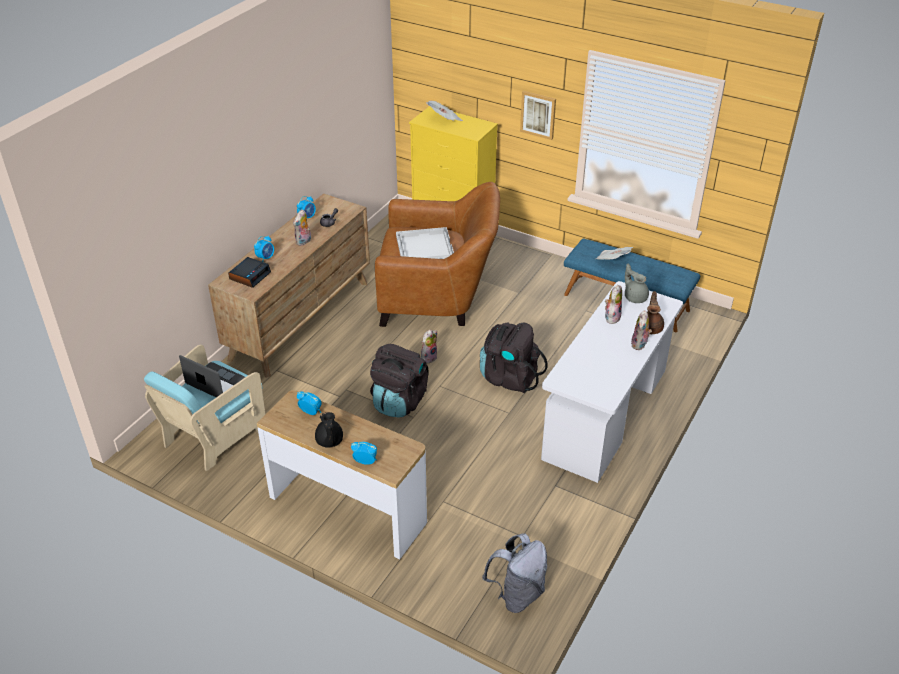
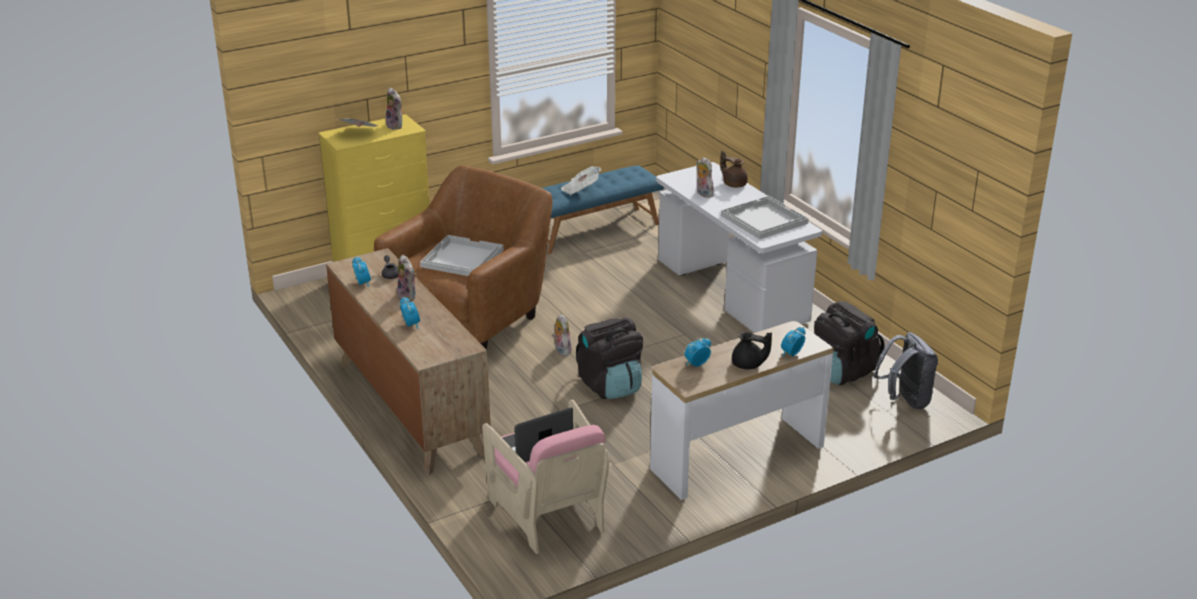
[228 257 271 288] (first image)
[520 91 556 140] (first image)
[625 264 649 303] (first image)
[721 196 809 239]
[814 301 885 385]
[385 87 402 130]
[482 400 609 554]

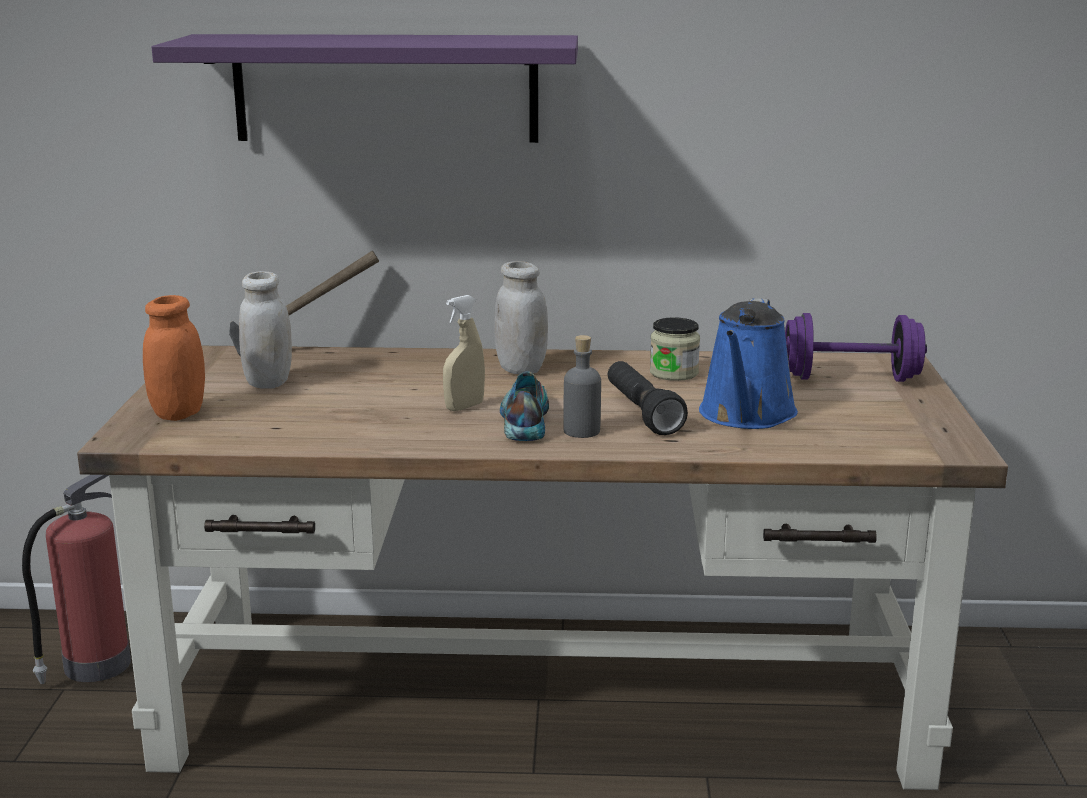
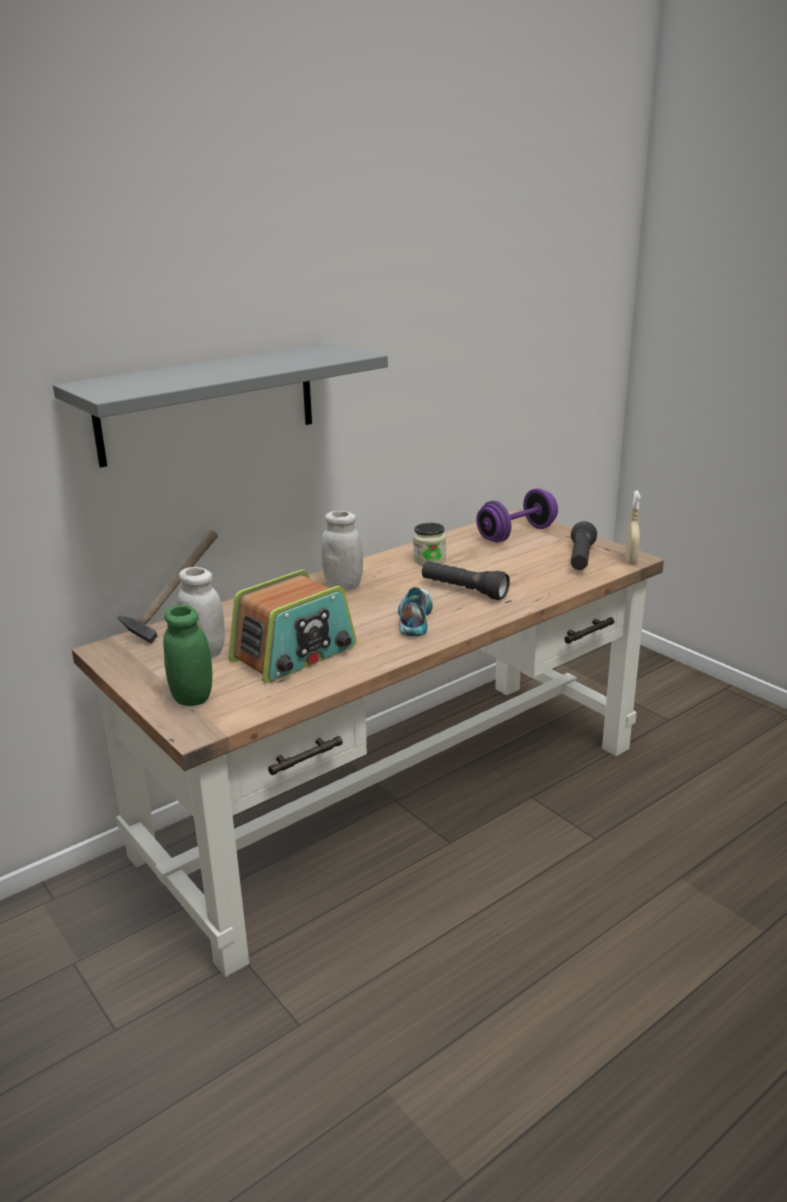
[22 475 131 684] (first image)
[563 335 601 438] (first image)
[699 298 798 429] (first image)
[228 569 357 684]
[571 521 597 570]
[625 490 641 565]
[163 605 212 706]
[53 343 388 468]
[398 587 432 636]

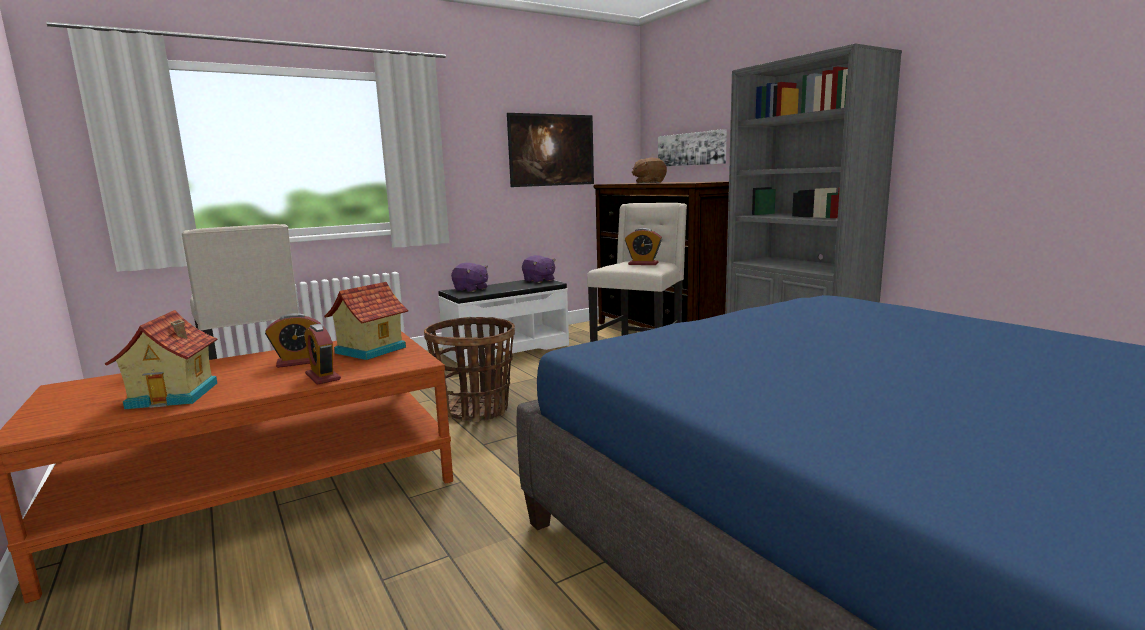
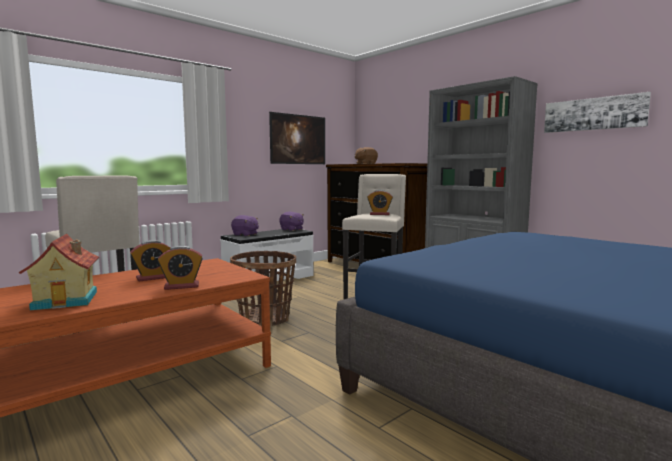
[324 282 408 360] (first image)
[544 92 651 133]
[158 246 203 290]

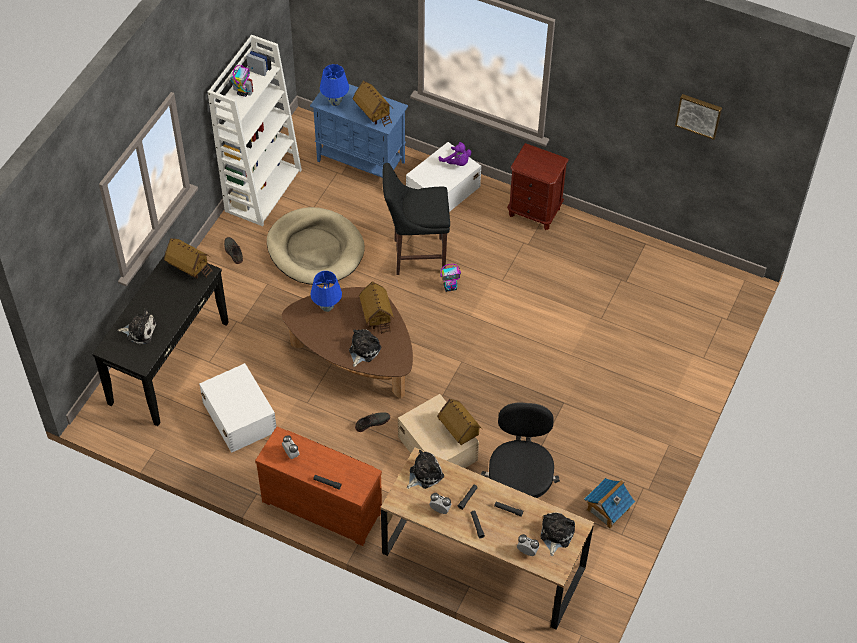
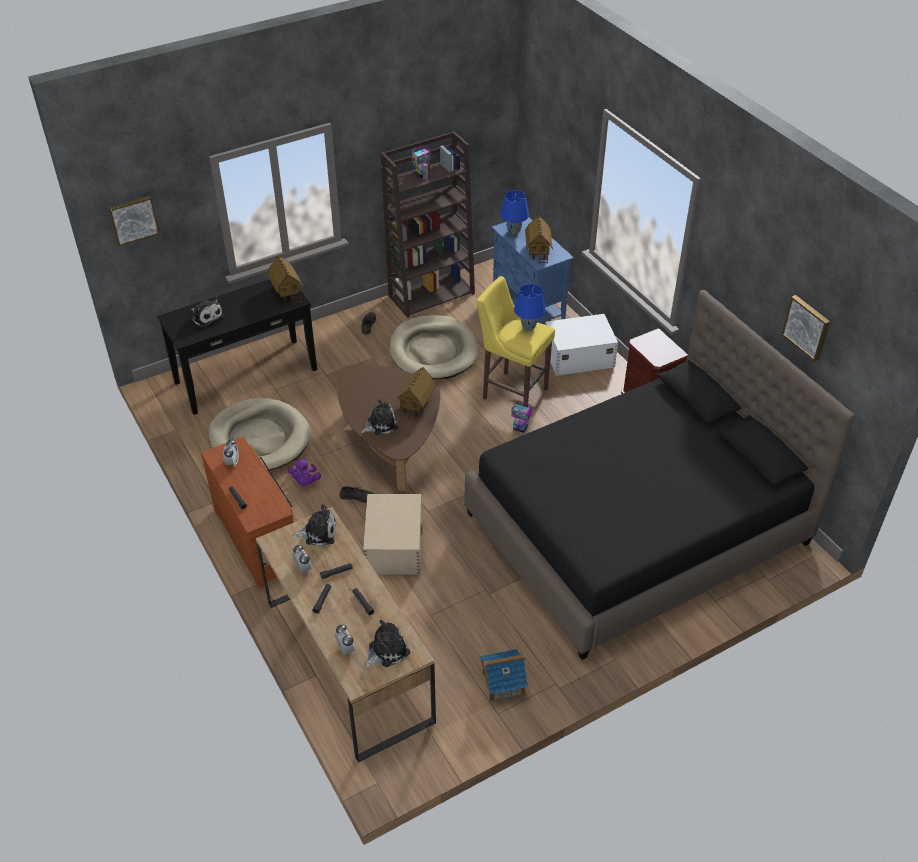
[437 399 483 445] (first image)
[481 403 560 498] (first image)
[108 196 160 246]
[464 290 855 660]
[514 284 546 331]
[288 459 321 486]
[208 398 311 471]
[381 131 475 318]
[476 276 555 407]

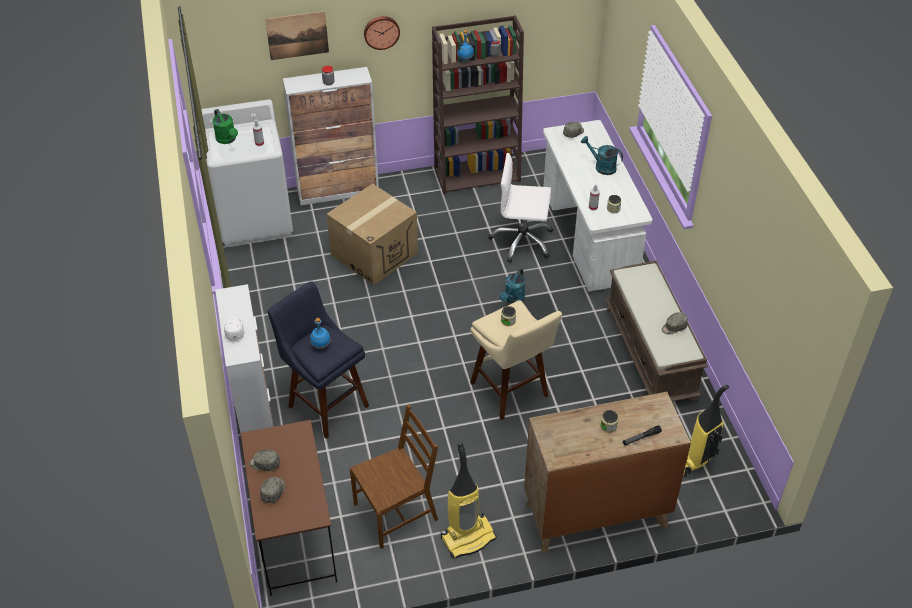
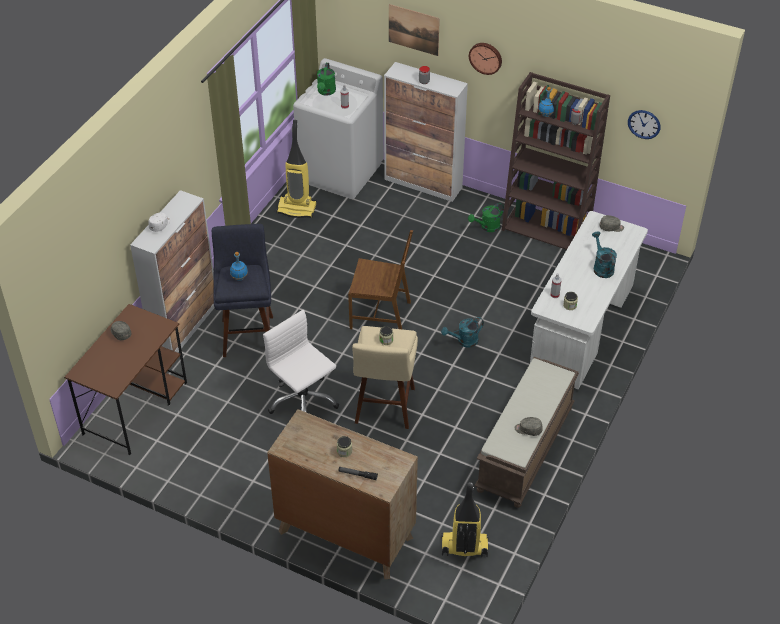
[260 477 285 503] (first image)
[327 184 418 285] (first image)
[468 203 504 232]
[628 110 661 139]
[348 230 413 329]
[276 120 317 218]
[263 310 339 414]

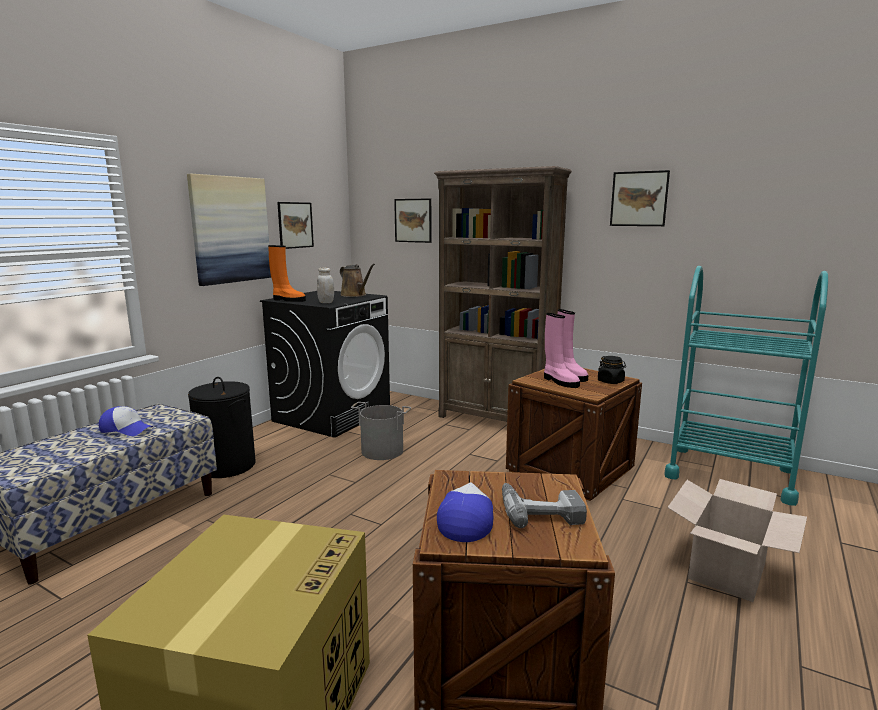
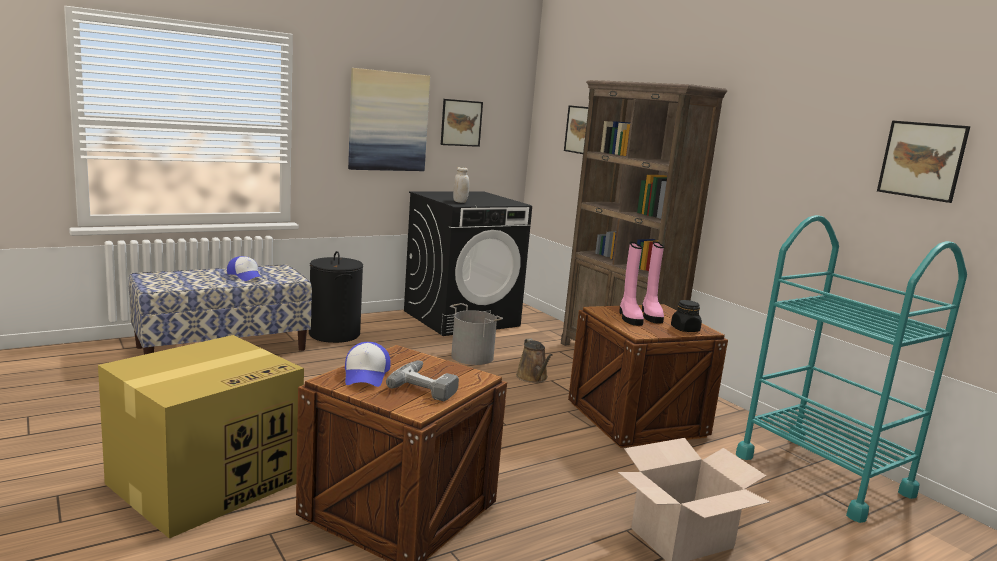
[268 245 306 302] (first image)
[516 339 553 383]
[877 120 970 203]
[345 342 391 387]

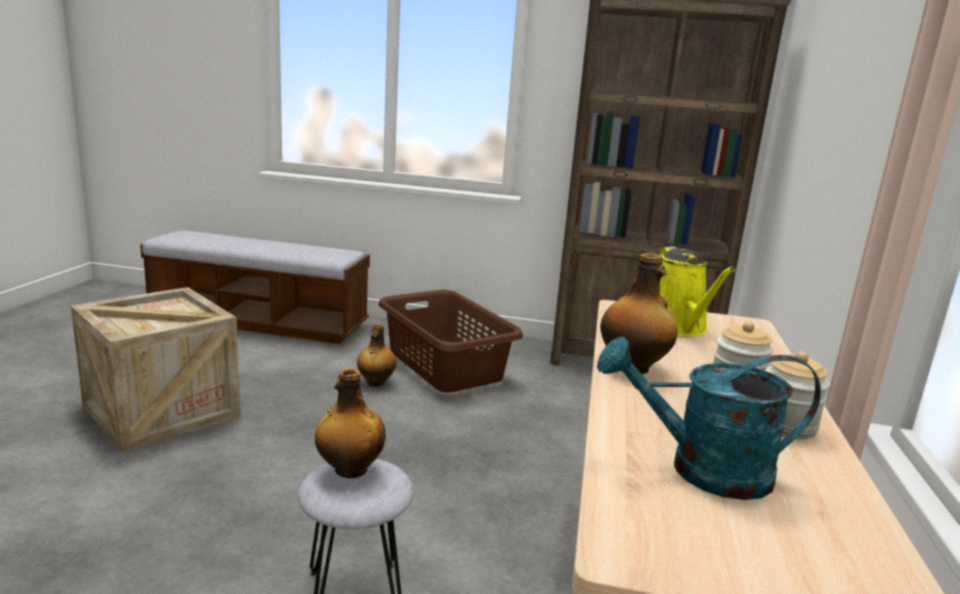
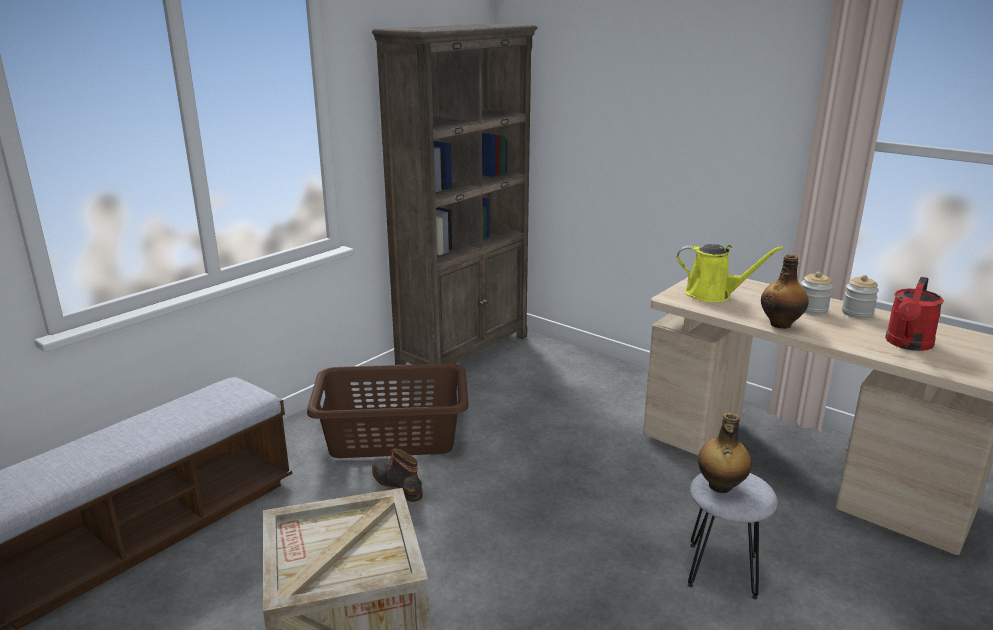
[372 448 423 502]
[885 277 944 351]

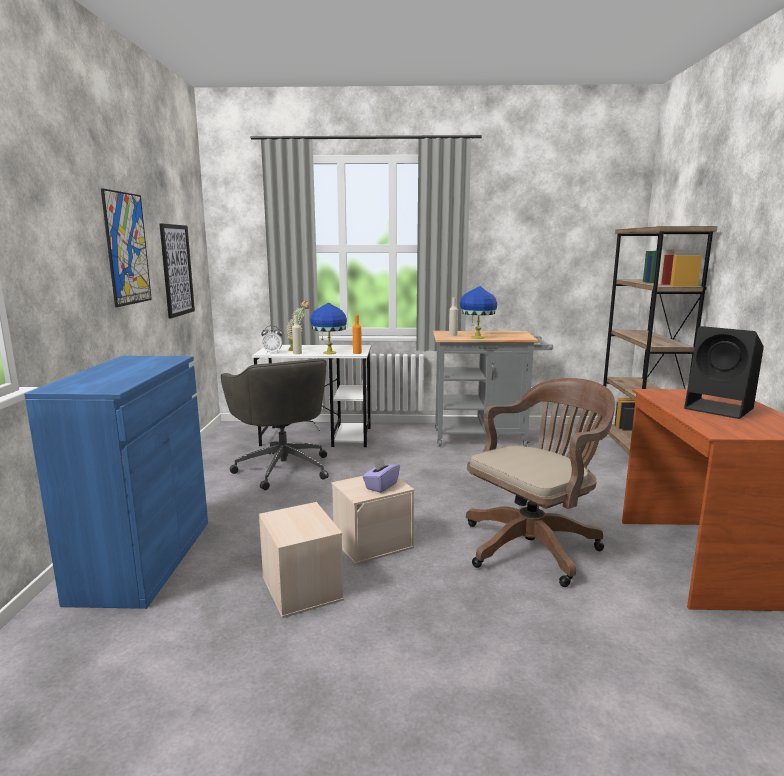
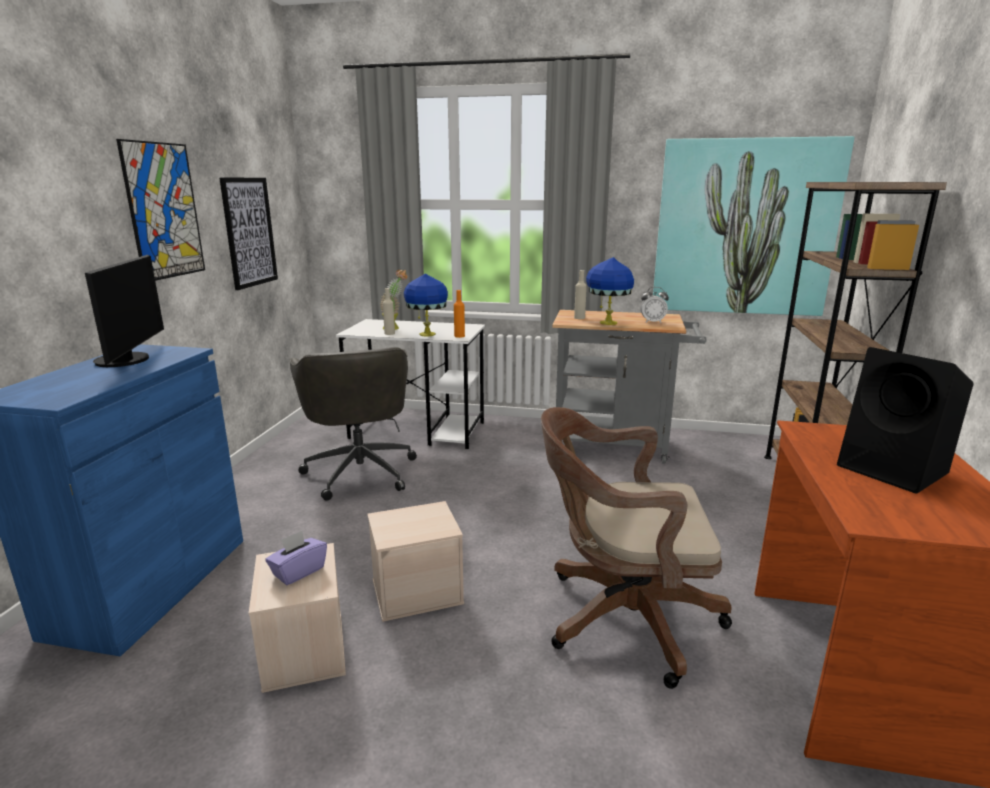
[85 255 164 367]
[653 136 855 316]
[640 287 669 323]
[265 531 327 585]
[541 407 732 689]

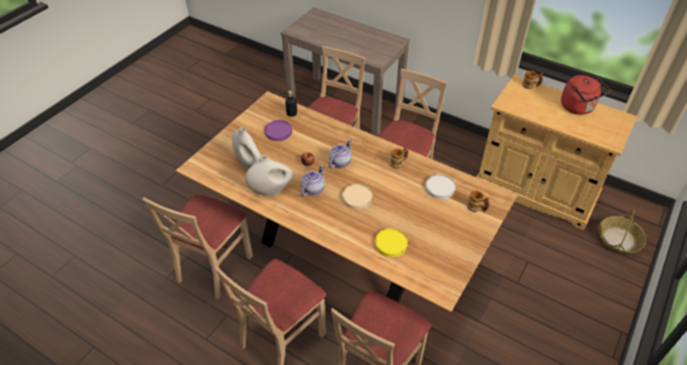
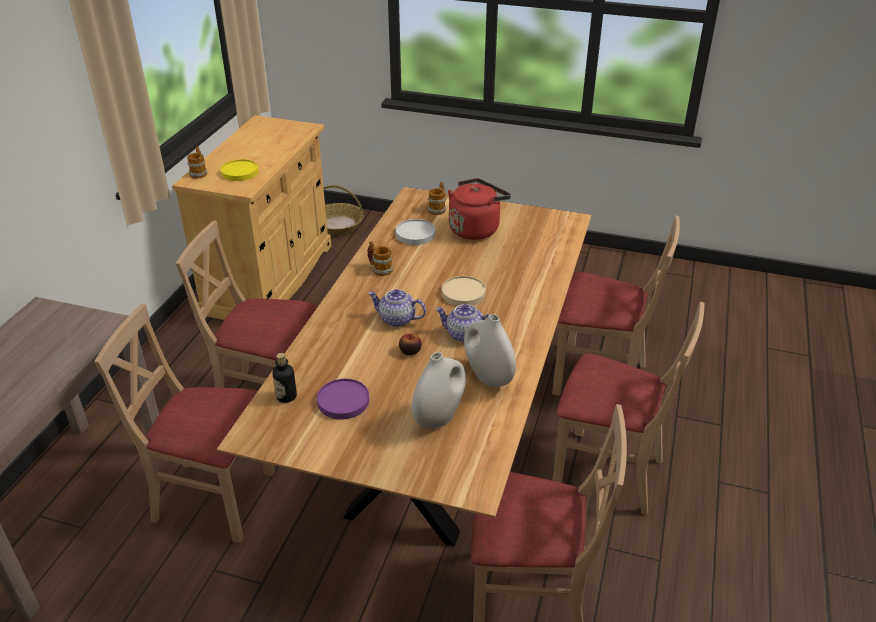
[221 159 258 181]
[448 178 511 240]

